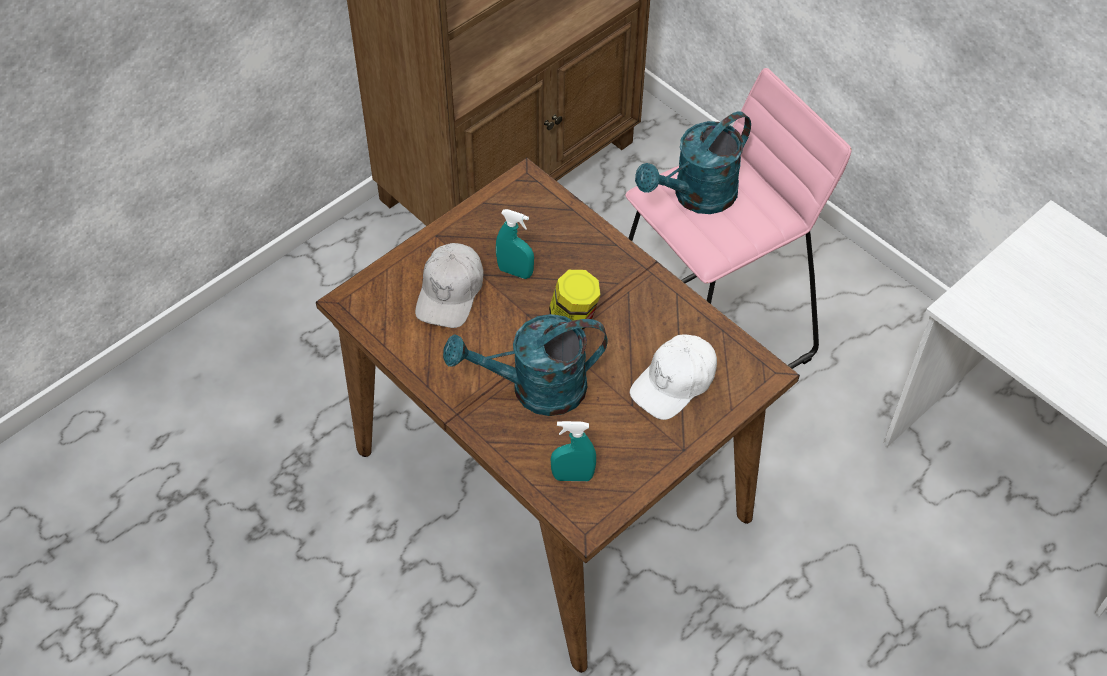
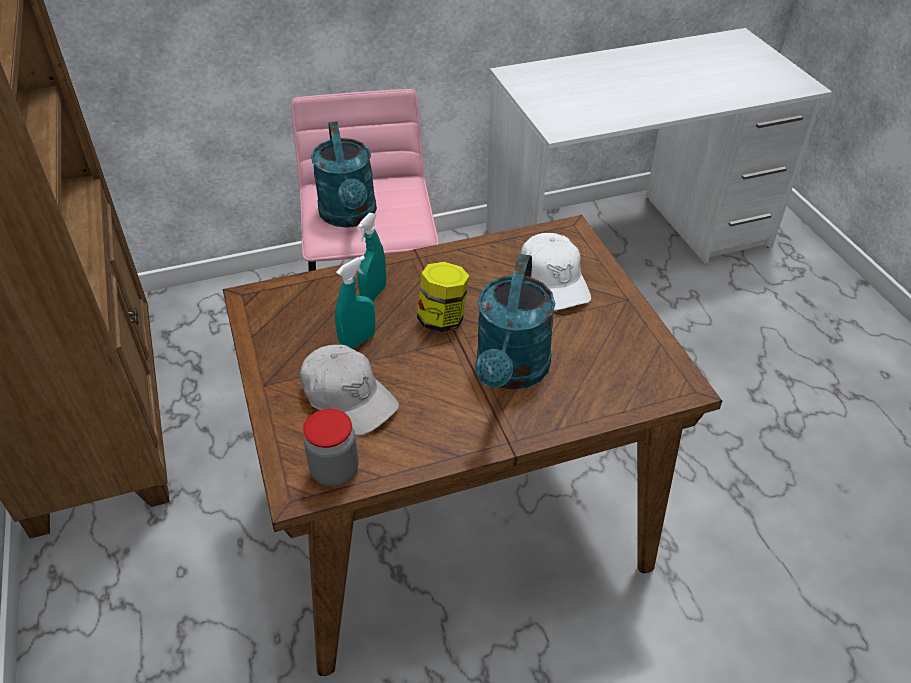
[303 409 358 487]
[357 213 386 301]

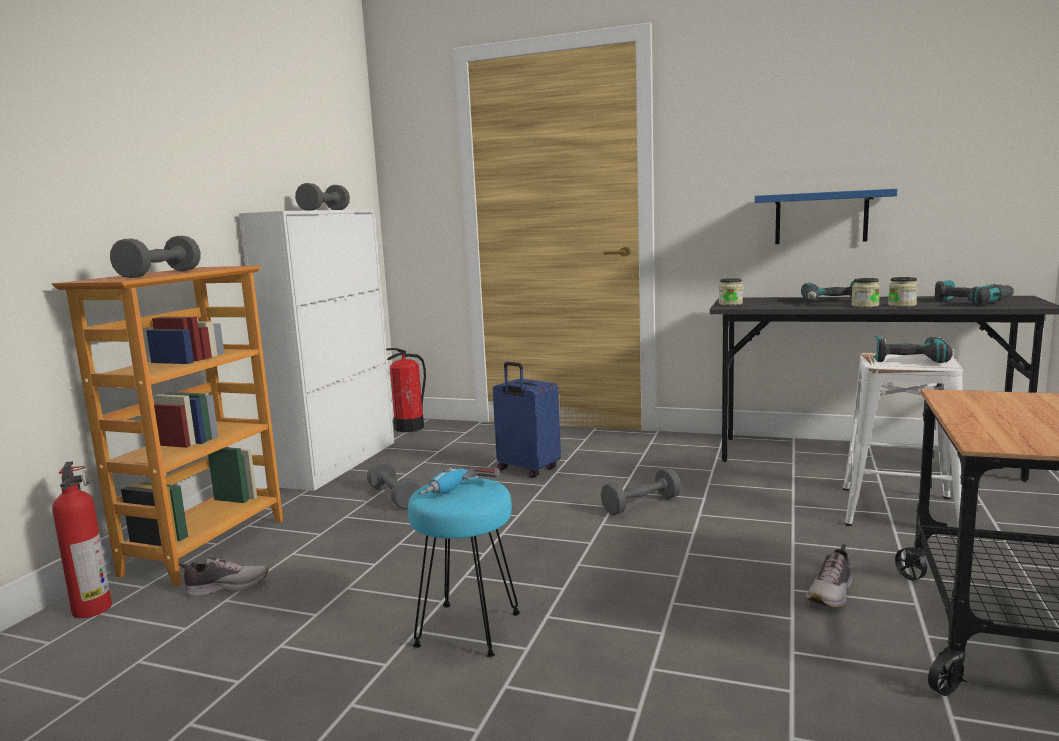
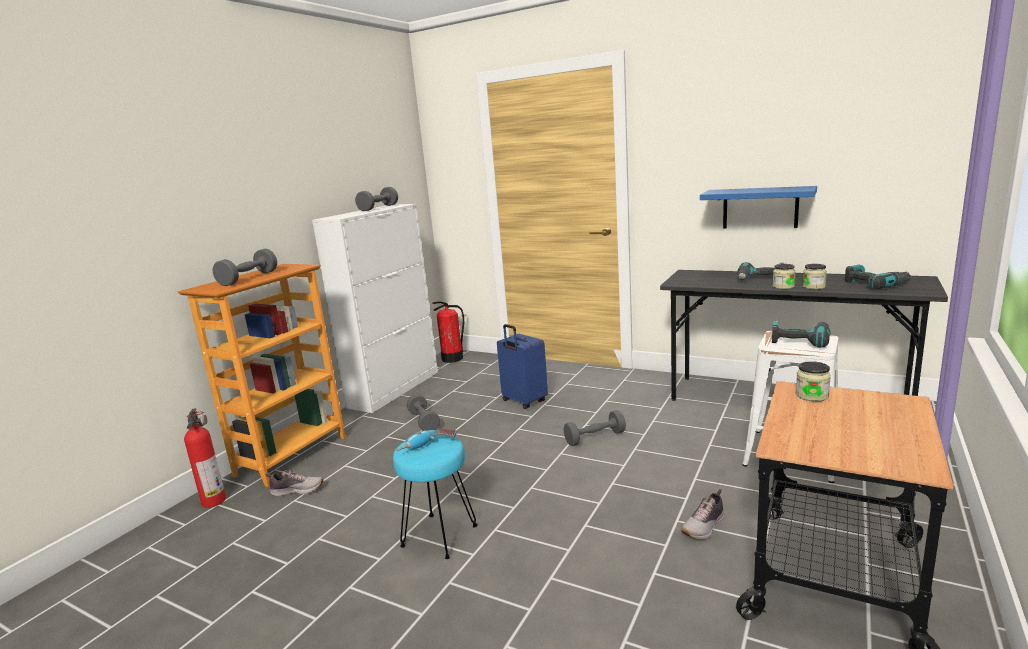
[796 361 831 402]

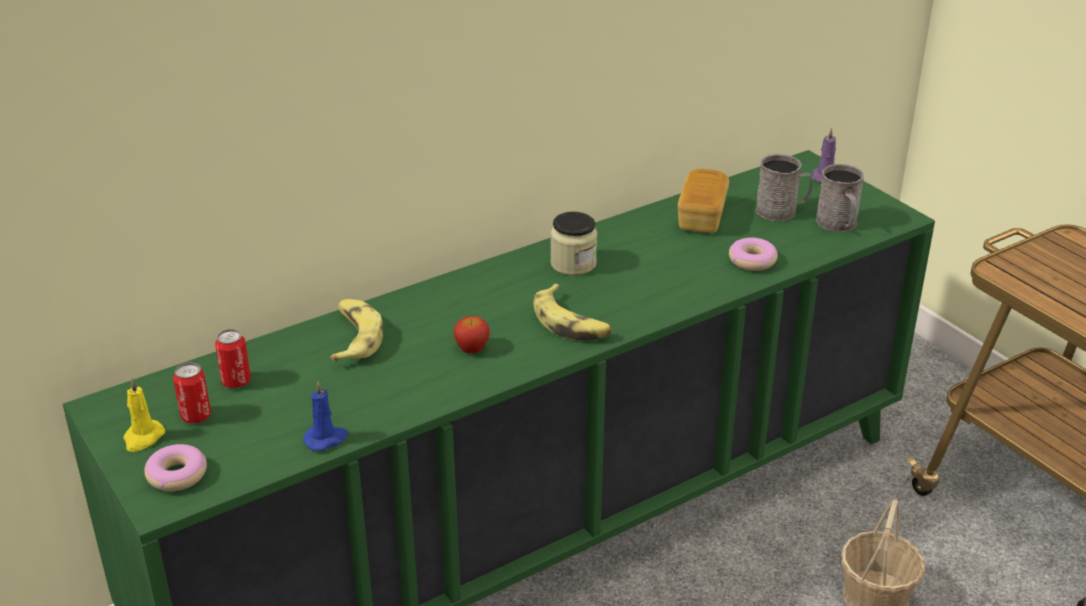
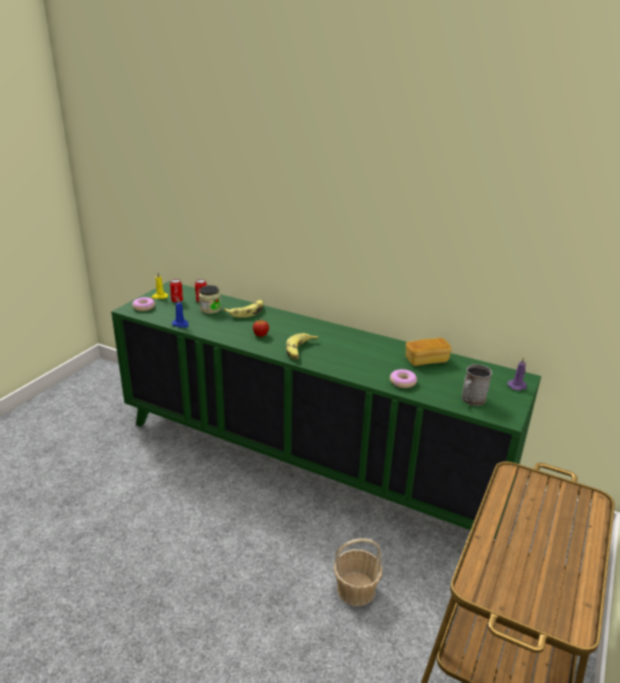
[756 154 812 221] (first image)
[199 285 221 314]

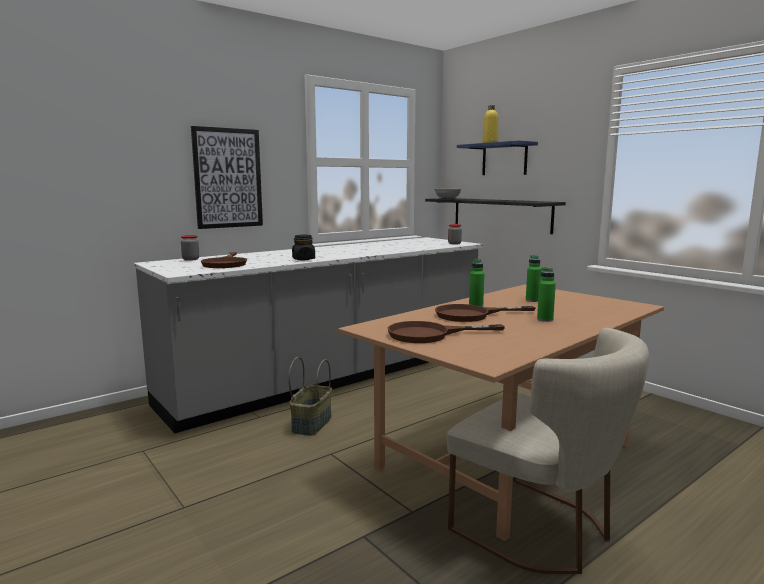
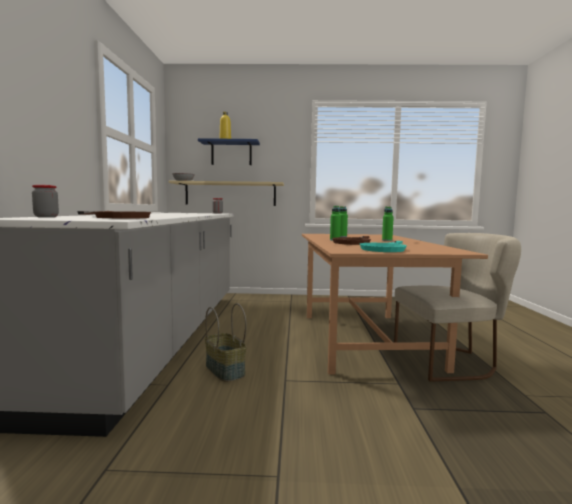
[191 126 263 229] (first image)
[292 235 315 260] (first image)
[360 241 407 252]
[168 181 284 206]

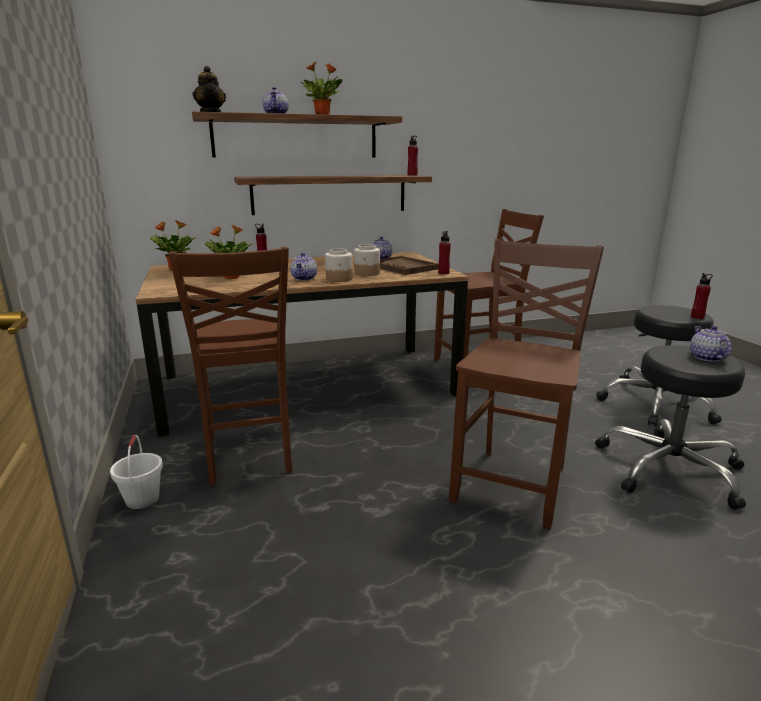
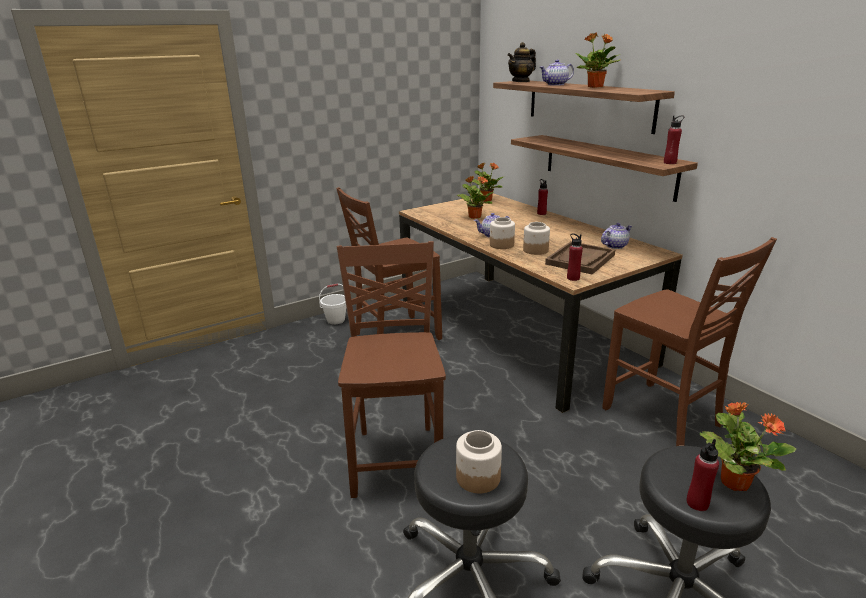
[700 402 796 491]
[456 430 502 493]
[337 241 446 498]

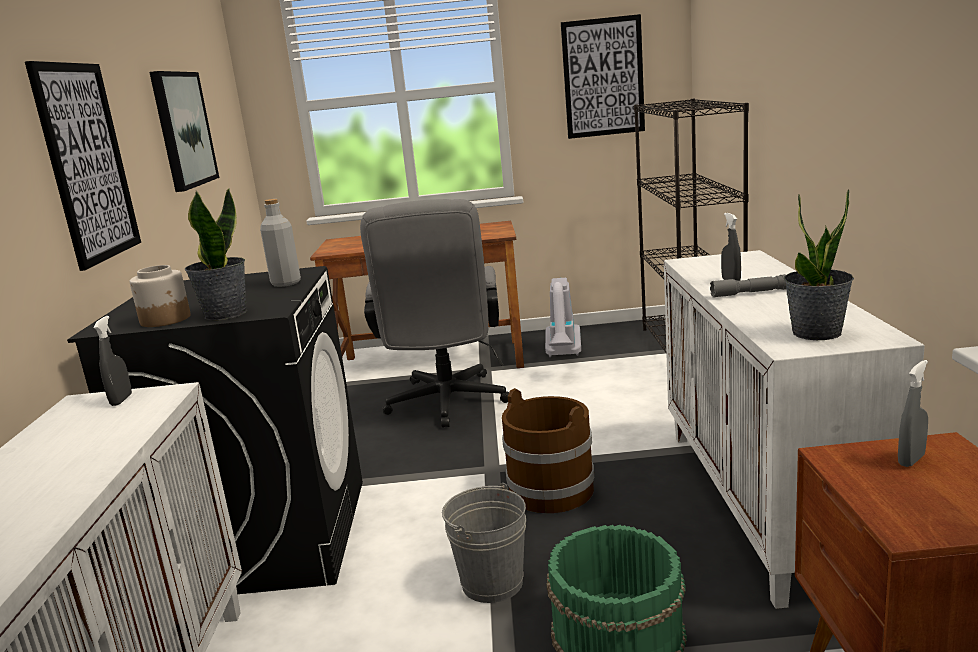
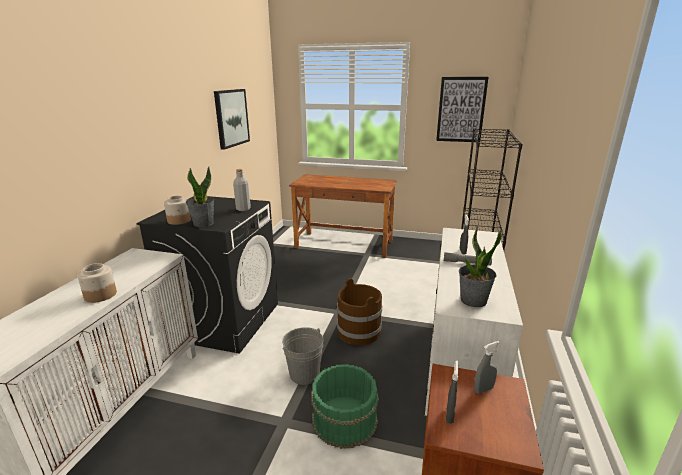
[25 61 141 271] (first image)
[360 199 509 428] (first image)
[545 278 581 357] (first image)
[77 263 117 303]
[446 360 458 424]

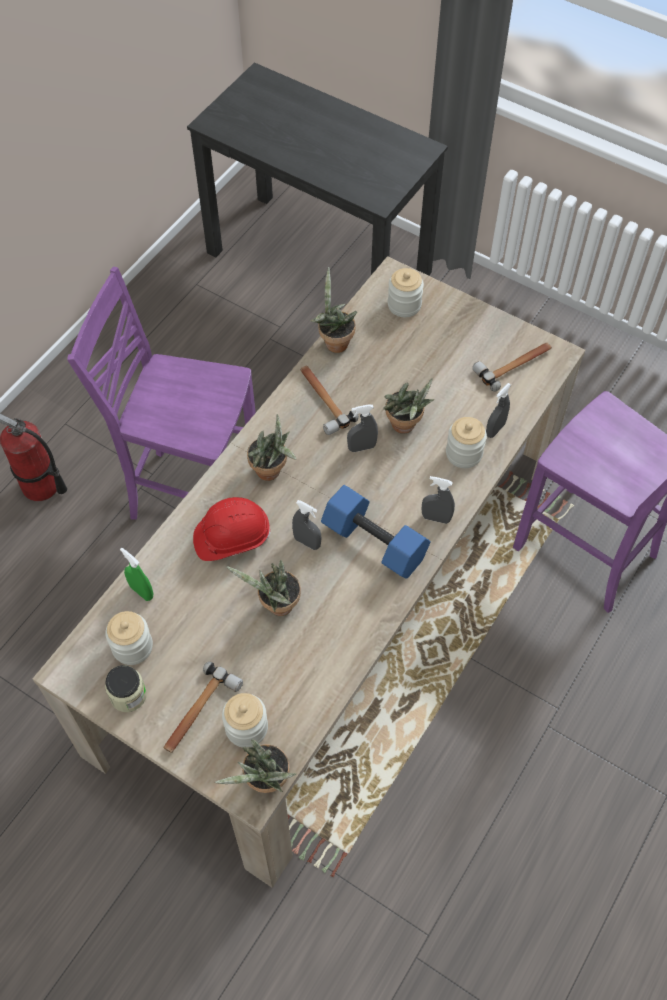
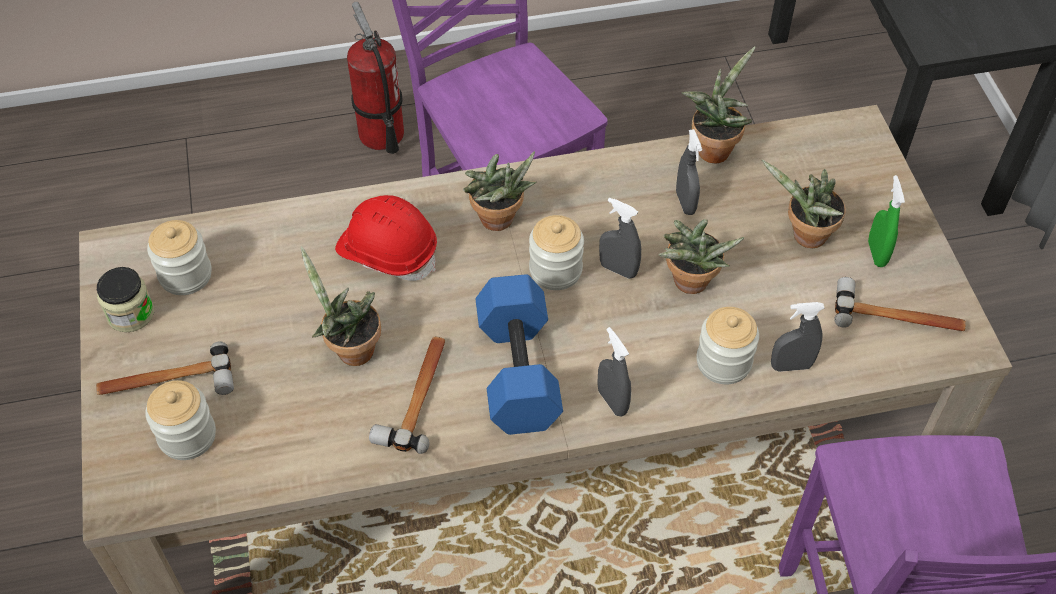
[868 175 905 267]
[761 159 846 248]
[676 129 702 215]
[369 337 445 454]
[529 215 584 290]

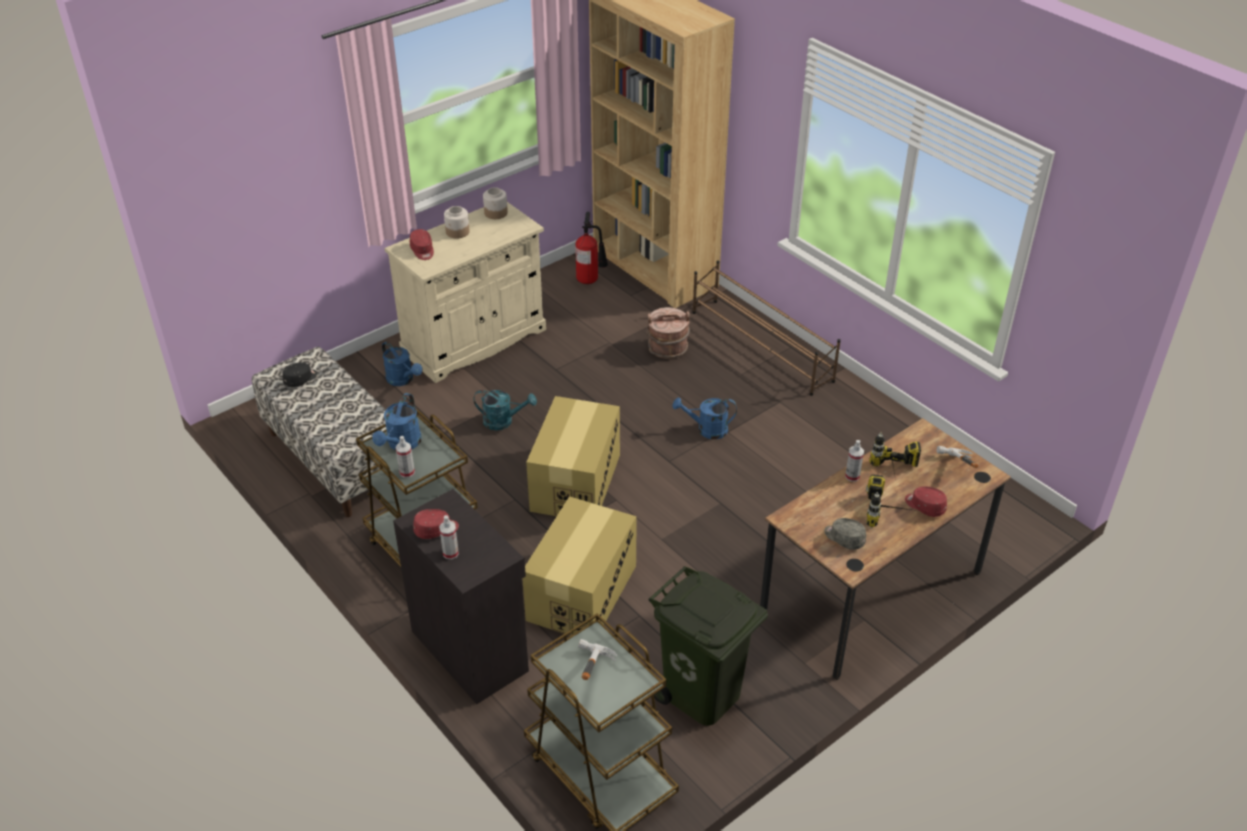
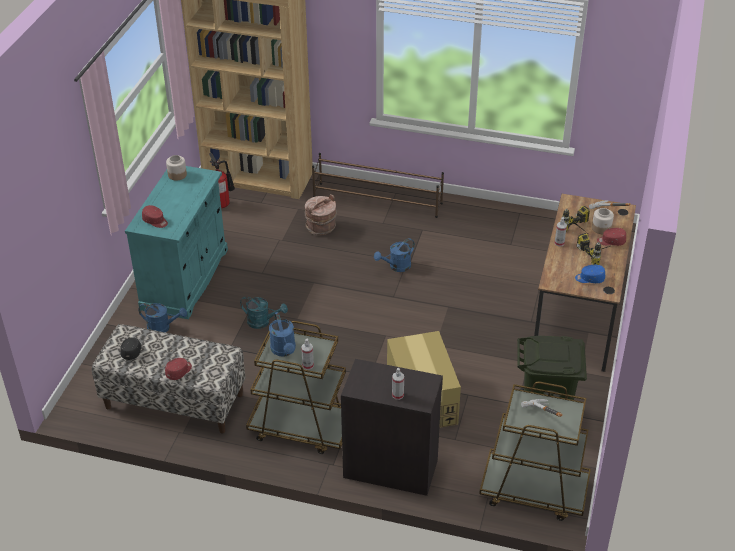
[526 396 620 516] (first image)
[165 358 192 380]
[592 208 614 234]
[125 166 228 319]
[575 265 605 283]
[240 296 288 329]

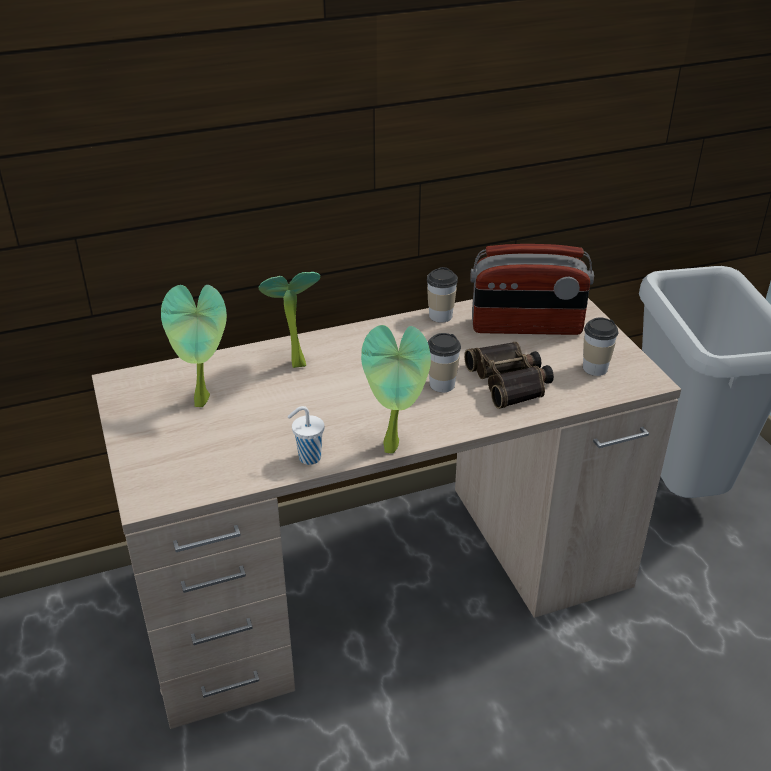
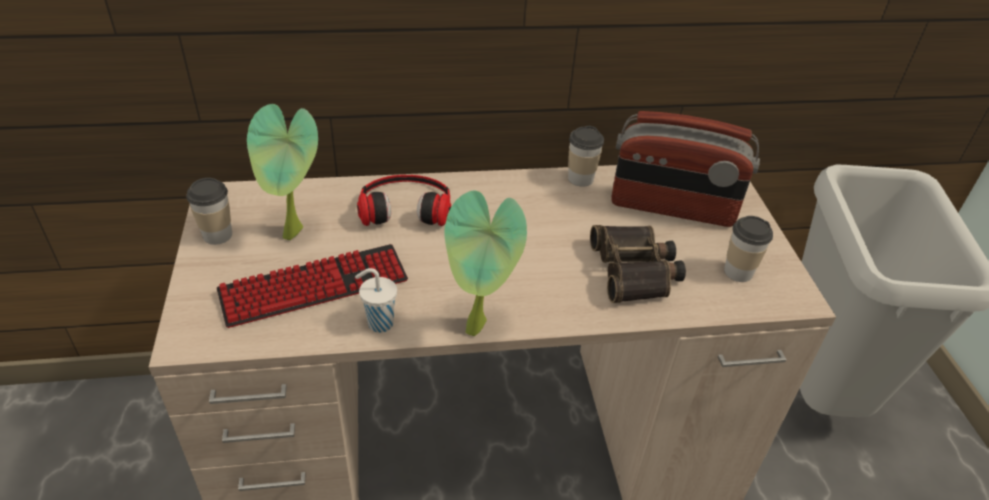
[217 244 408 328]
[186 178 232 245]
[357 175 451 226]

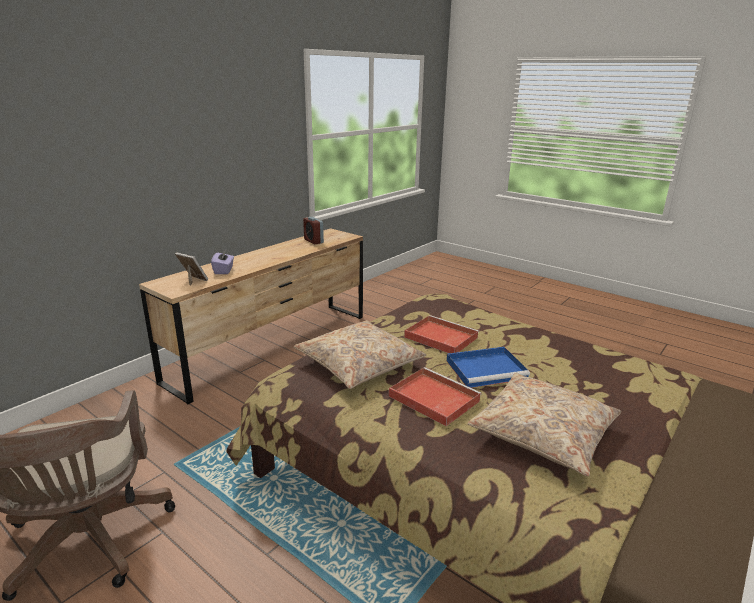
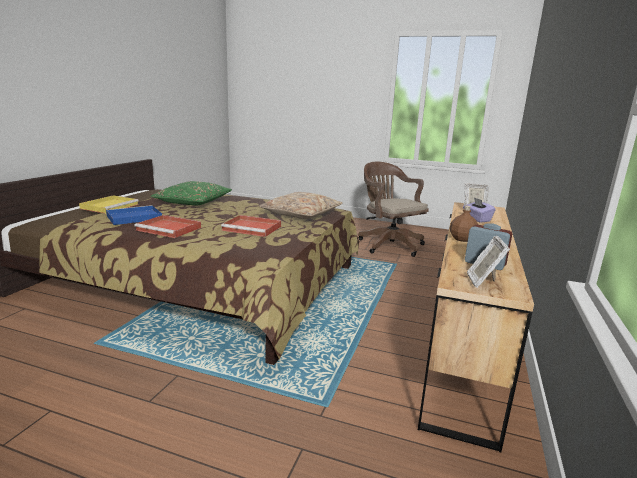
[79 195 139 214]
[450 206 478 242]
[467 236 510 288]
[134 215 201 238]
[106 205 162 225]
[151 181 232 206]

